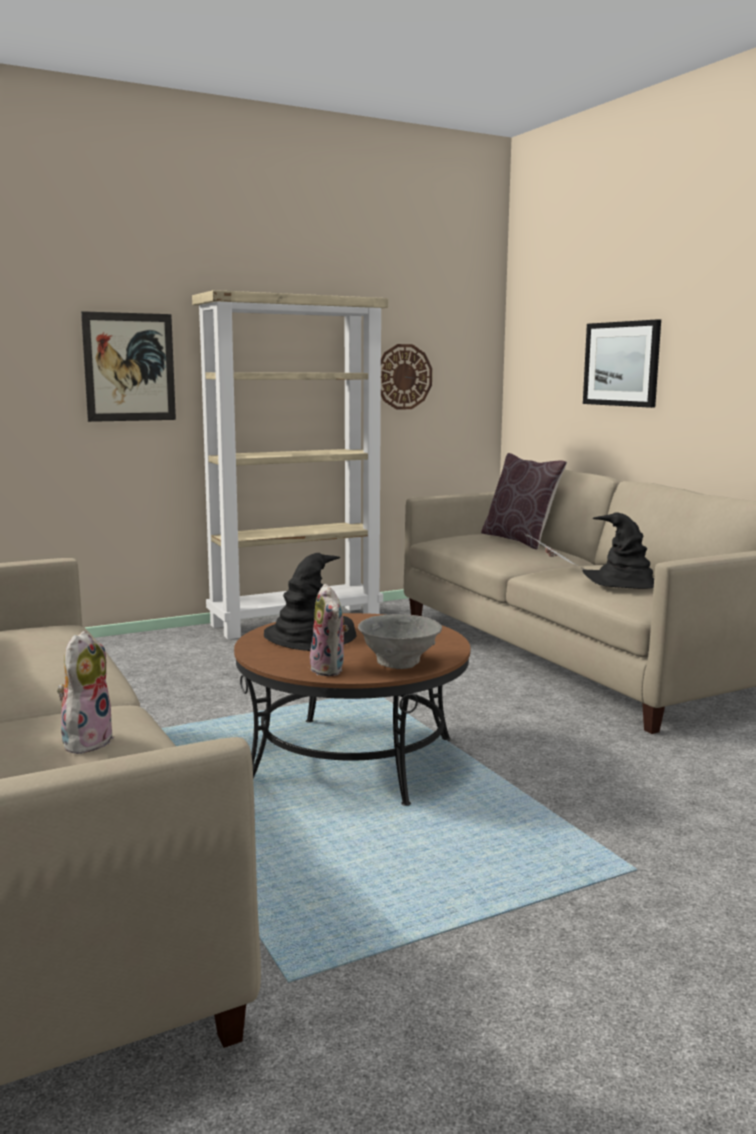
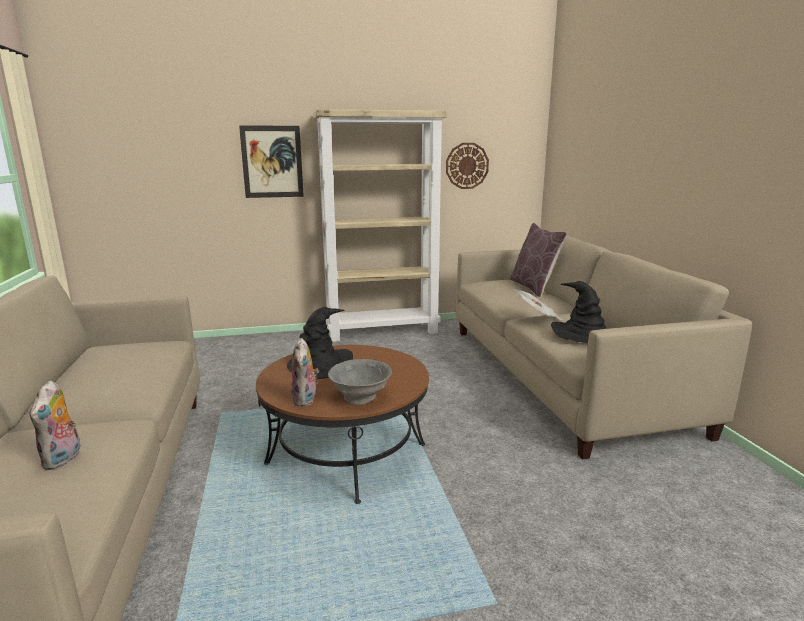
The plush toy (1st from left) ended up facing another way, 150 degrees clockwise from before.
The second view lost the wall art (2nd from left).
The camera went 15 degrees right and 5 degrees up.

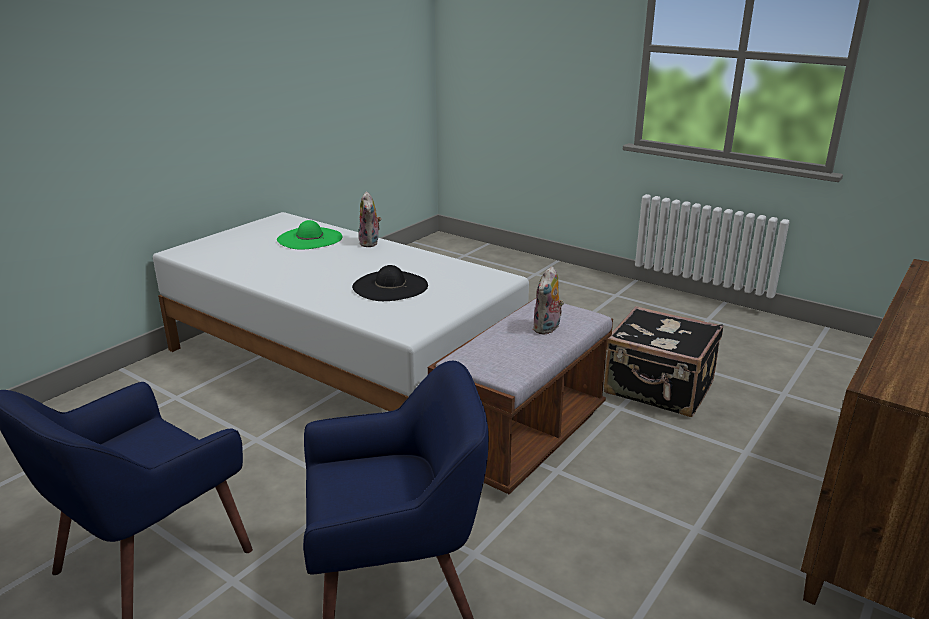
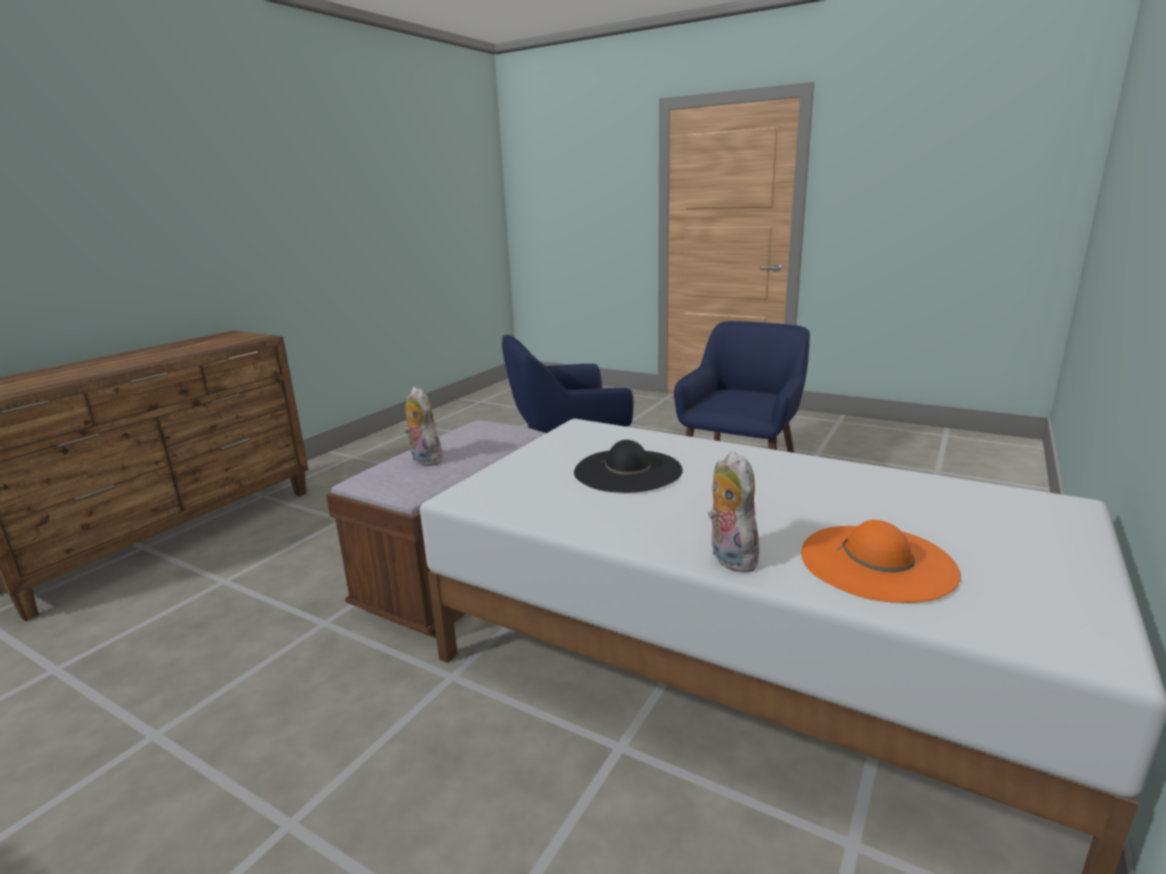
The plush toy (2nd from left in the first image) ended up facing another way, 60 degrees counterclockwise from before.
What was the hat/greenish turned into the hat/orangey.
The second view lost the piece of luggage/black-coloured.
The camera went 175 degrees right and 5 degrees down.

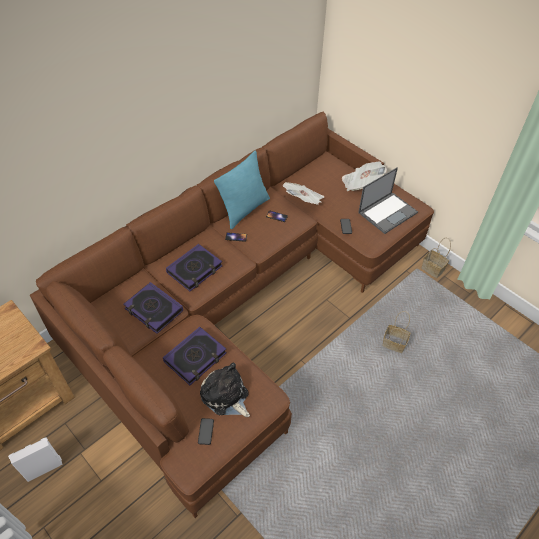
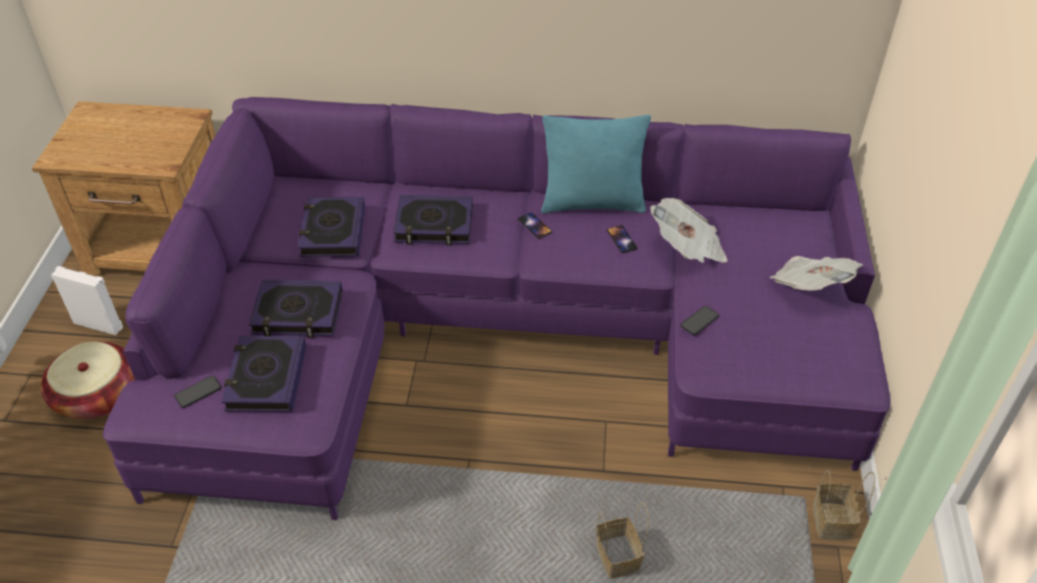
The second view gained the household basket (1st from left).
What was the sofa/brown-coloured turned into the sofa/purple.
Where the plush toy stood, the volume (1st from left) came to stand.
The second view lost the portable computer.
The camera went 50 degrees right and 5 degrees down.

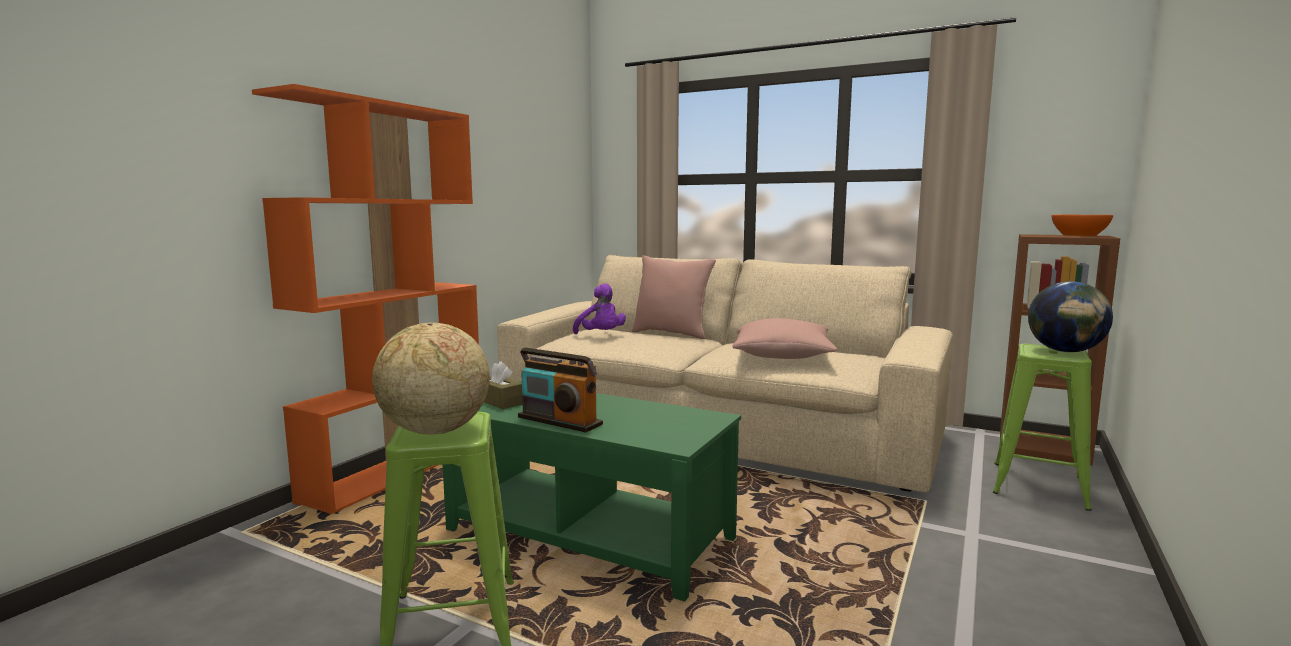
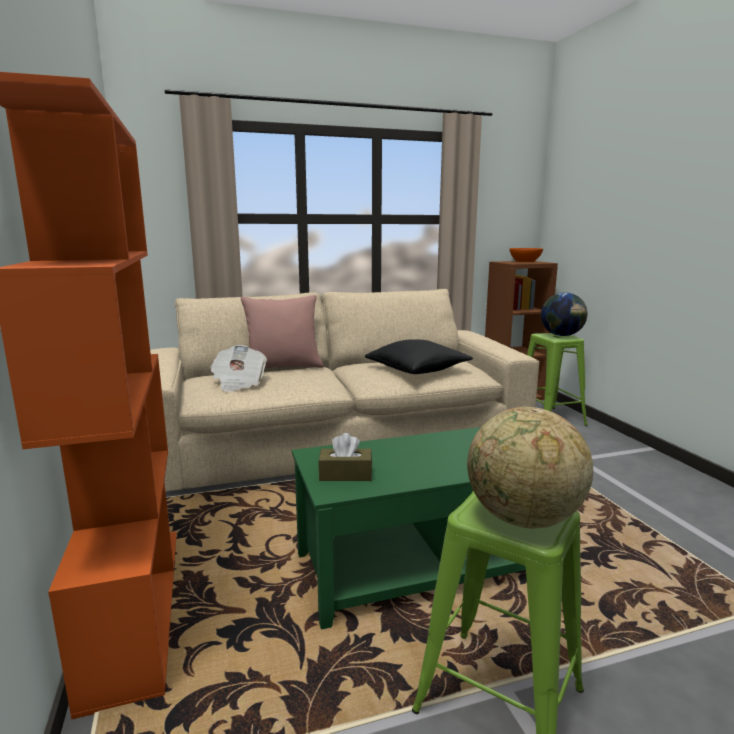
Where the plush toy/purple stood, the printed paper came to stand.
What was the pillow/pink-coloured (2nd from left) turned into the pillow/black-coloured.
The second view lost the radio receiver.
The camera went 45 degrees left and 5 degrees up.

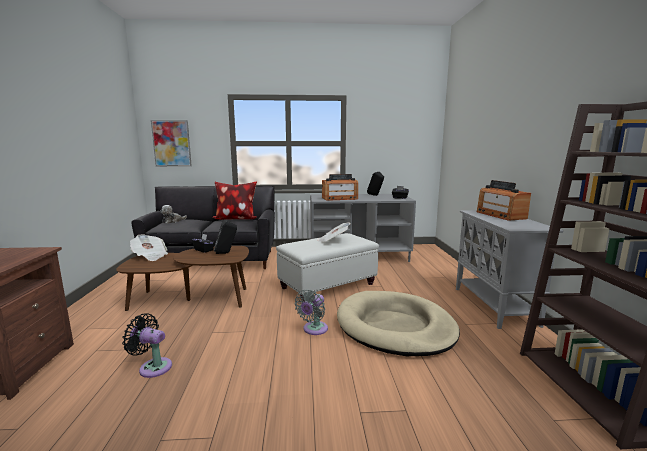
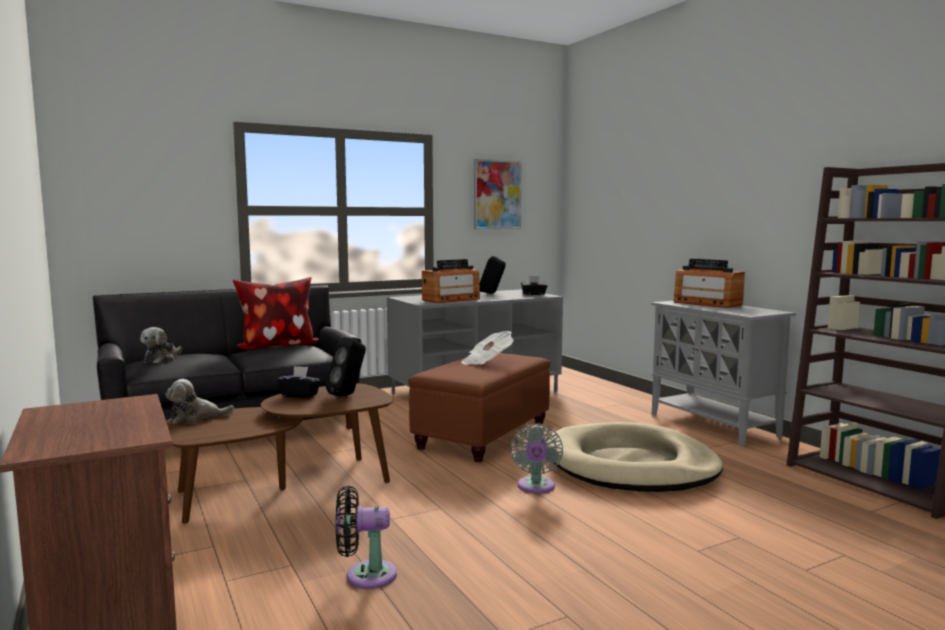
Where the printed paper (1st from left) stood, the plush toy (2nd from left) came to stand.
What was the ottoman/whitish turned into the ottoman/brown-coloured.
The wall art ended up elsewhere.
The camera went 25 degrees left and 5 degrees down.

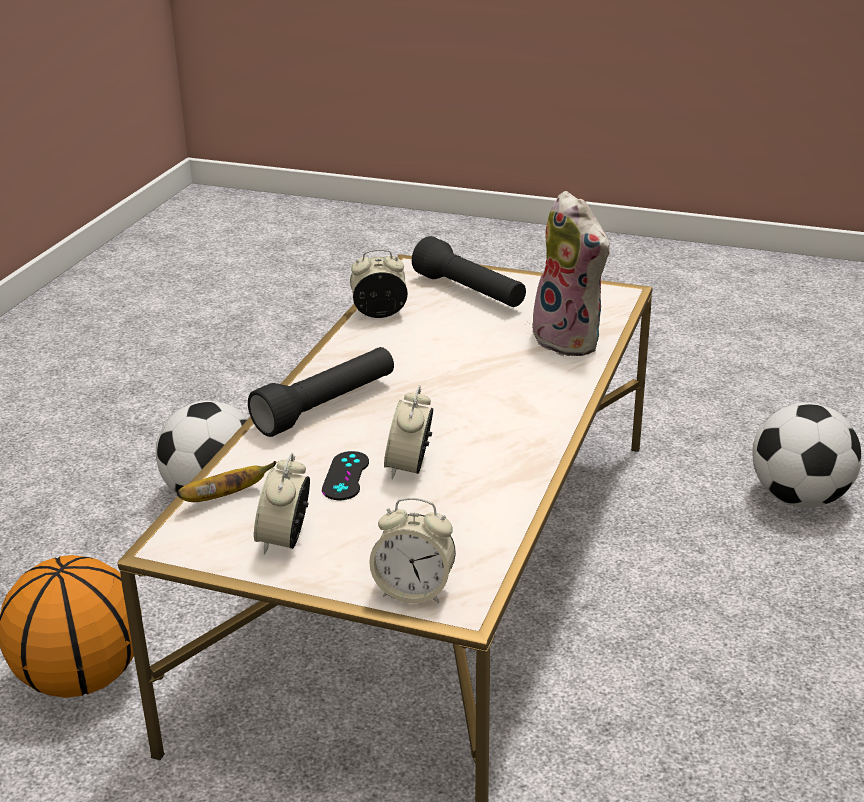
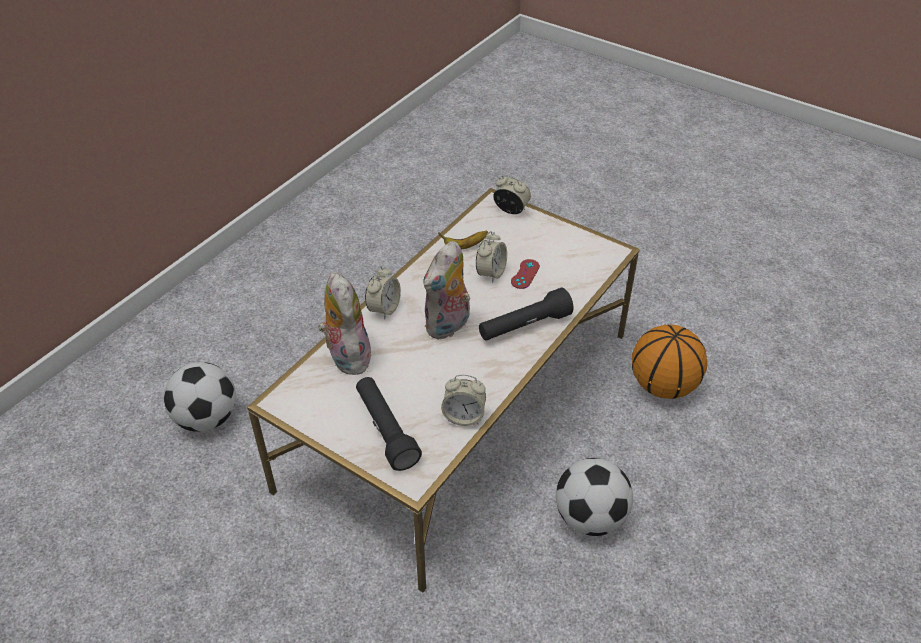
The alarm clock (1st from left) ended up elsewhere.
The second view gained the plush toy (2nd from left).
The whole banana ended up elsewhere.
What was the gamepad/black-coloured turned into the gamepad/reddish.
The camera went 165 degrees left and 15 degrees up.

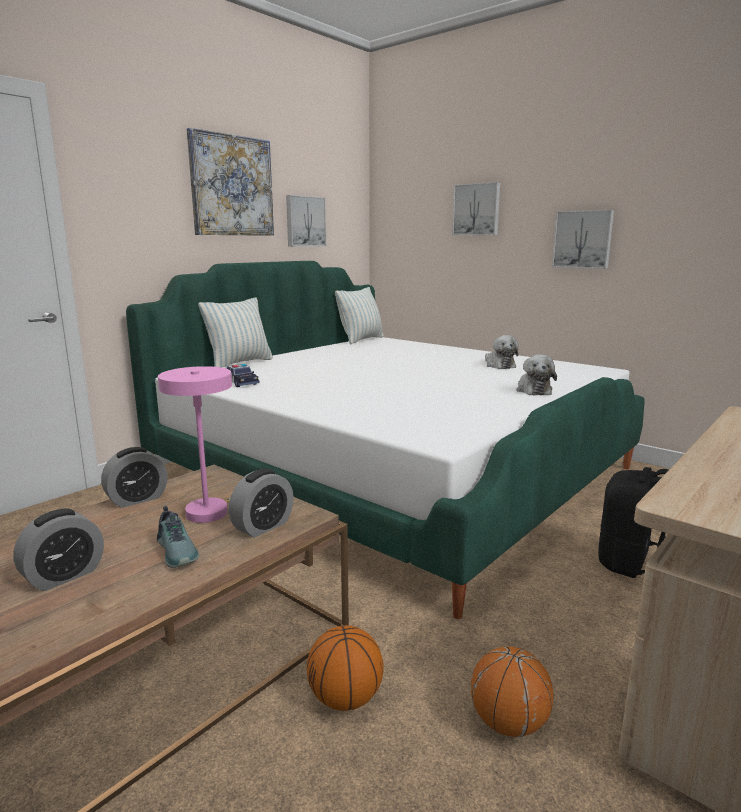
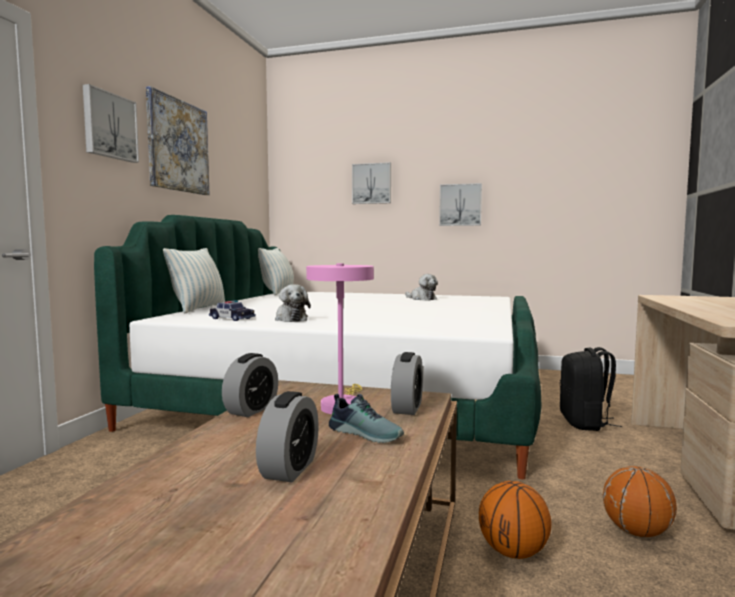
The wall art (2nd from left in the first image) ended up elsewhere.
The plush toy (2nd from left in the first image) ended up elsewhere.
The camera went 25 degrees left and 10 degrees down.

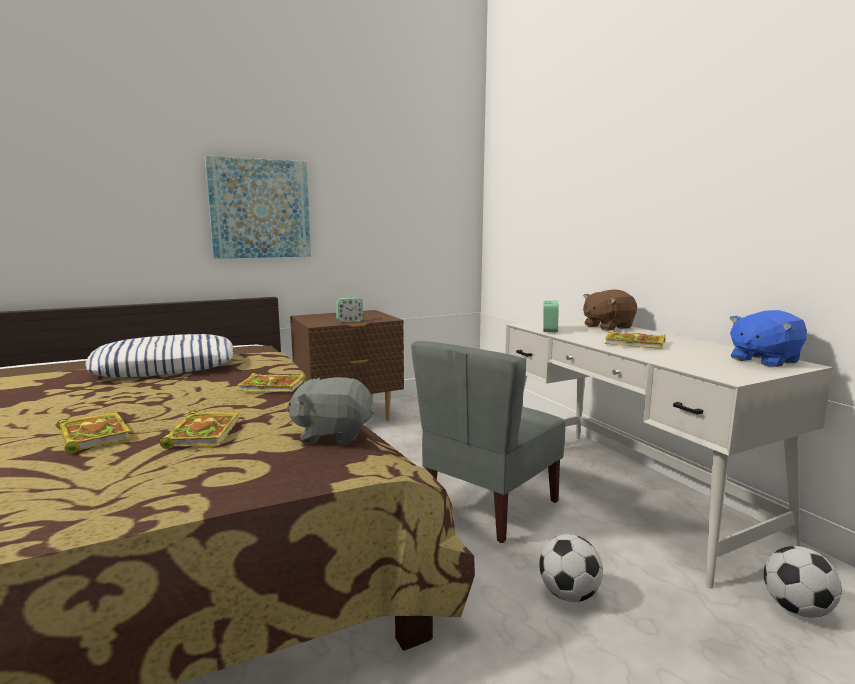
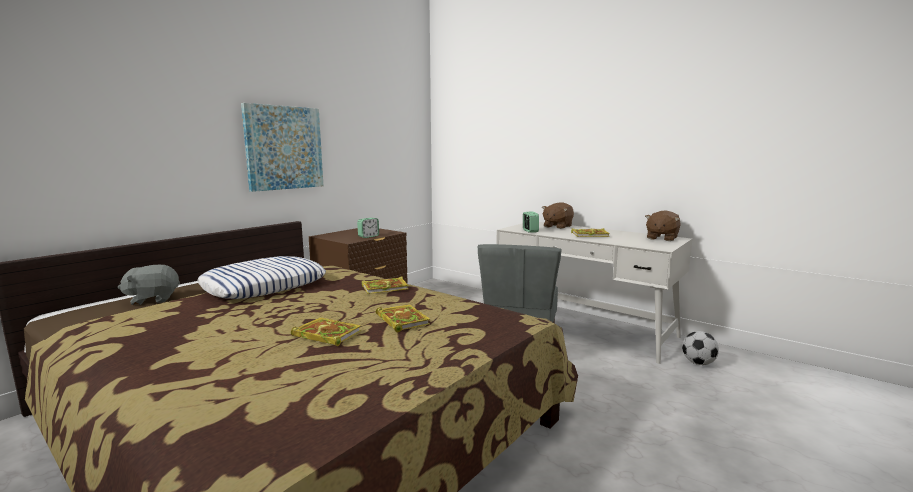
The plush toy/gray ended up elsewhere.
What was the plush toy/blue-coloured turned into the plush toy/brown-coloured (2nd from left).
The second view lost the football ball (1st from left).
The camera went 25 degrees left and 0 degrees up.

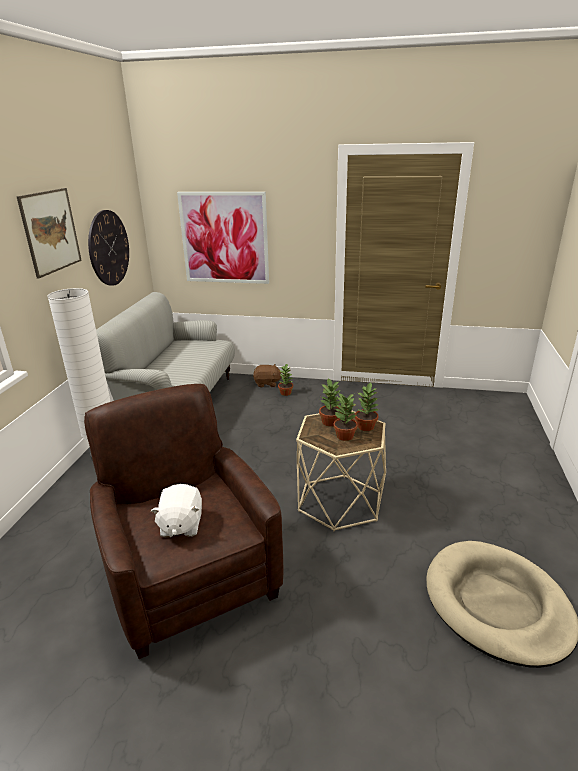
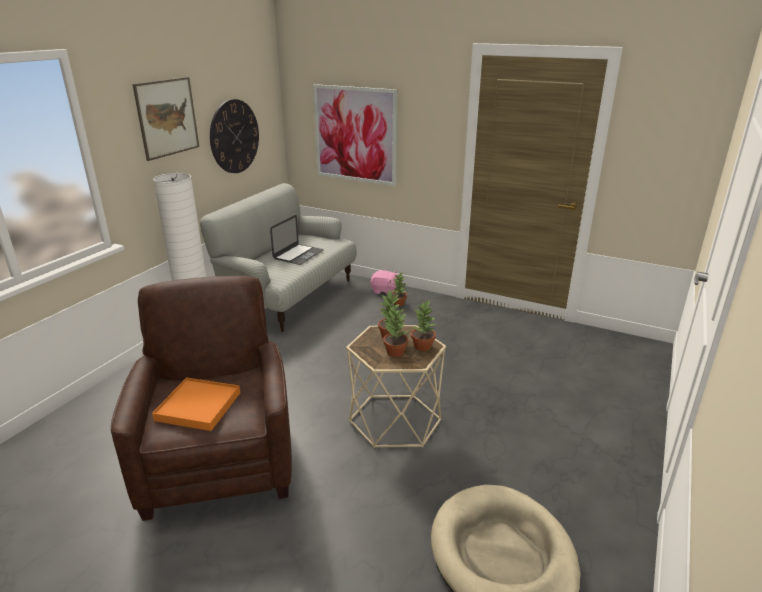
Where the plush toy/whitish stood, the carrying tray/orangey came to stand.
The second view gained the portable computer.
What was the plush toy/brown-coloured turned into the plush toy/pink-coloured.
The camera went 15 degrees right and 0 degrees up.

